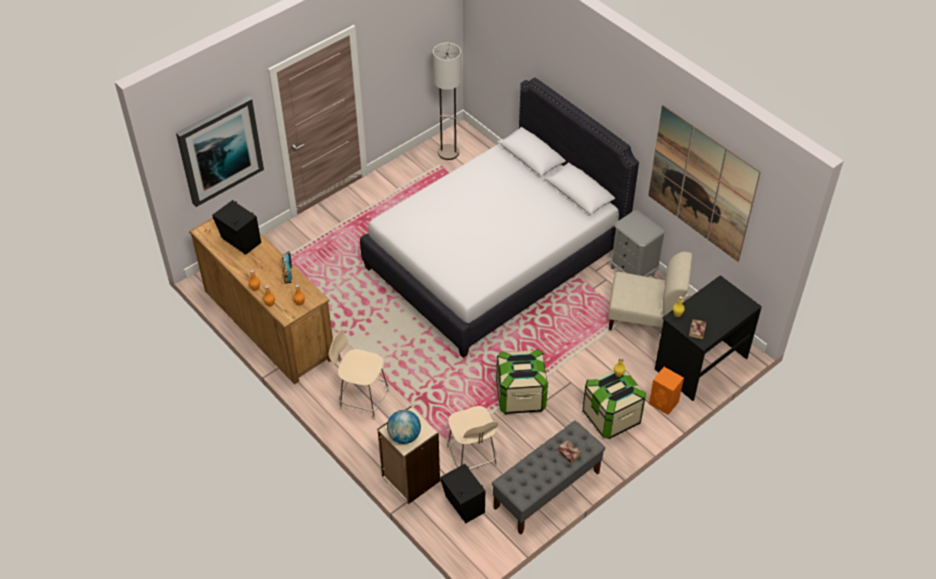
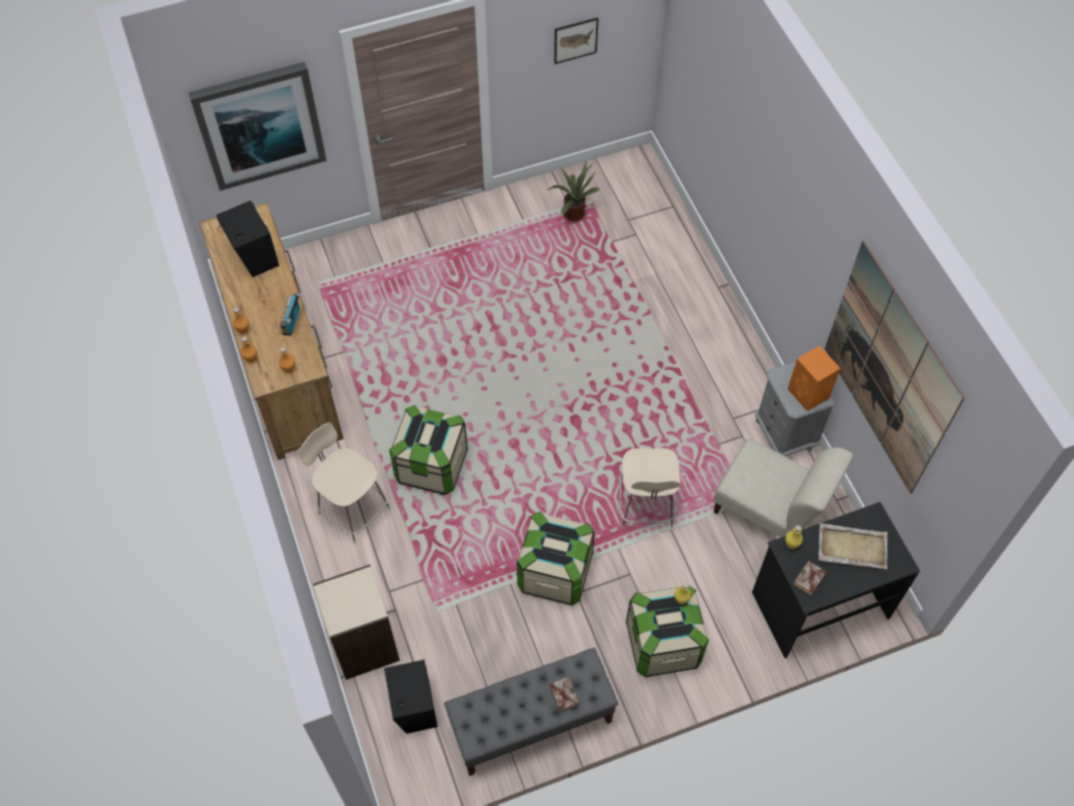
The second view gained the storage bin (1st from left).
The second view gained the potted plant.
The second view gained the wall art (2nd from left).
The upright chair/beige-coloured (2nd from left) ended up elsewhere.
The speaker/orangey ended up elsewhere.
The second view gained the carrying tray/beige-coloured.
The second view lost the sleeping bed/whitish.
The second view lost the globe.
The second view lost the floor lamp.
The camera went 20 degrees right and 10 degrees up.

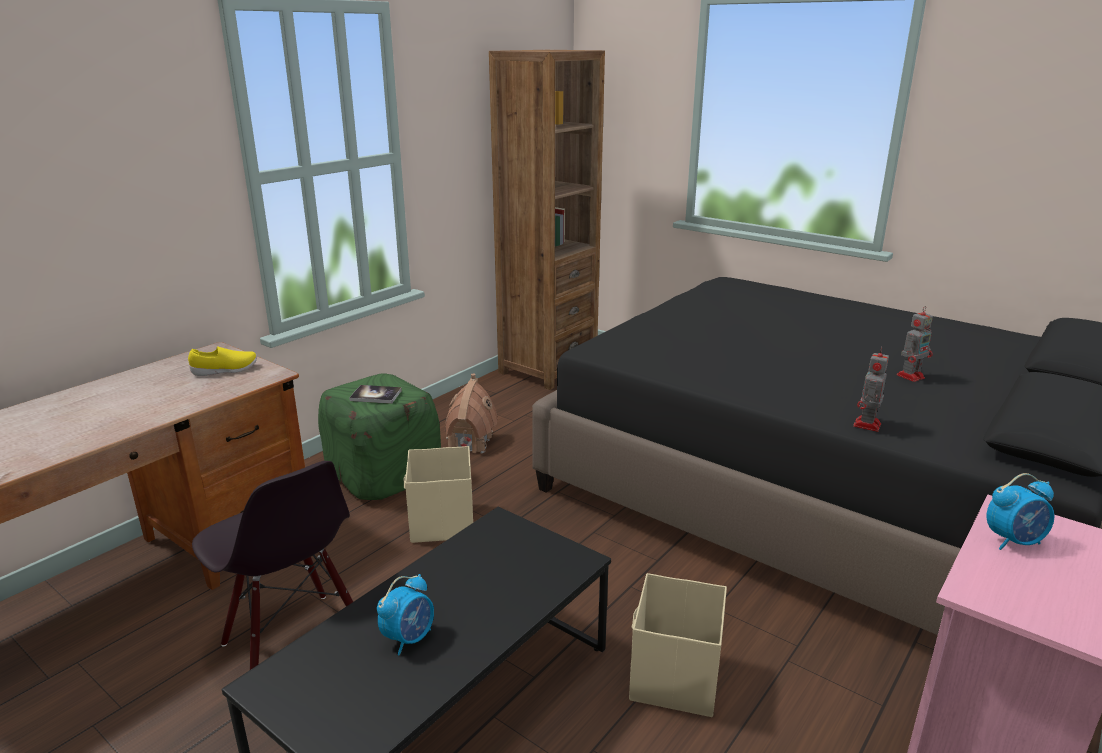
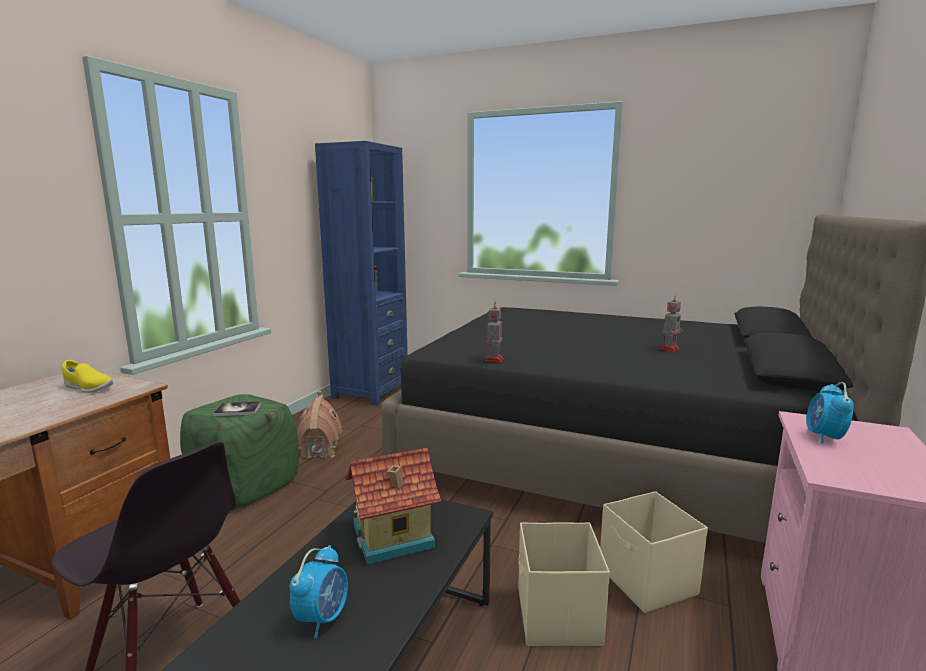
The item of footwear/yellow-coloured ended up facing another way, 60 degrees clockwise from before.
What was the bookshelf/brown-coloured turned into the bookshelf/blue-coloured.
The second view gained the miniature house (2nd from left).
The robot figure (1st from left) ended up elsewhere.
The storage bin/beige-coloured (1st from left in the first image) ended up elsewhere.
The alarm clock (2nd from left) ended up facing another way, 135 degrees clockwise from before.
The camera went 15 degrees left and 10 degrees down.

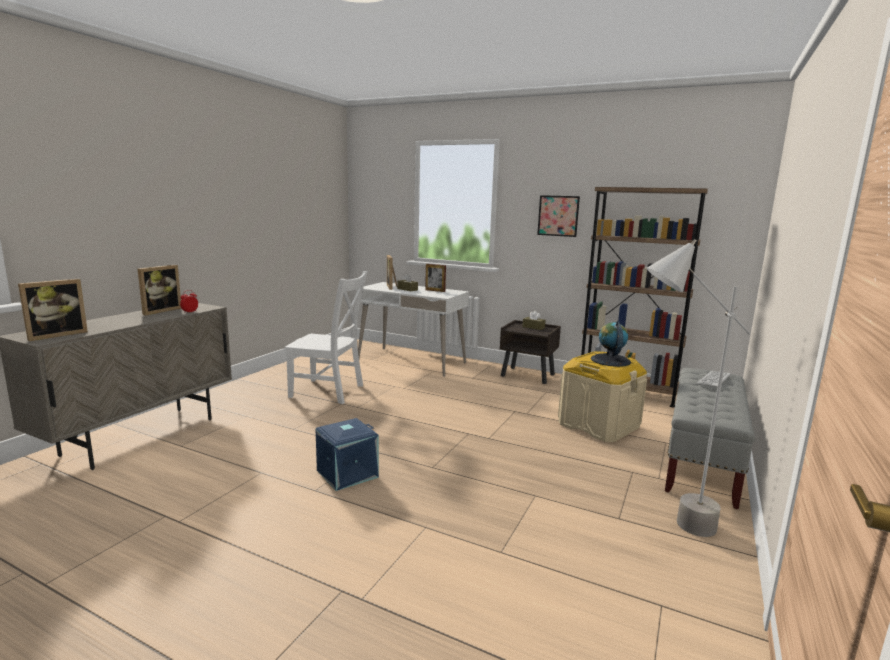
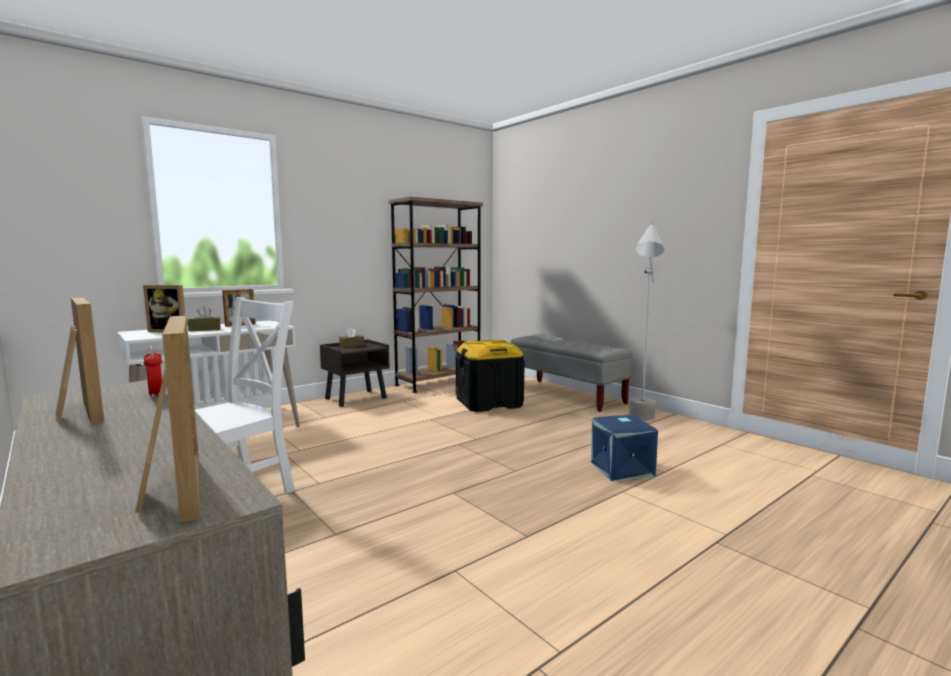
What was the storage bin/beige-coloured turned into the storage bin/black-coloured.
The storage bin/blue-coloured ended up elsewhere.
The second view lost the wall art.
The second view lost the globe.
The camera went 65 degrees left and 5 degrees down.

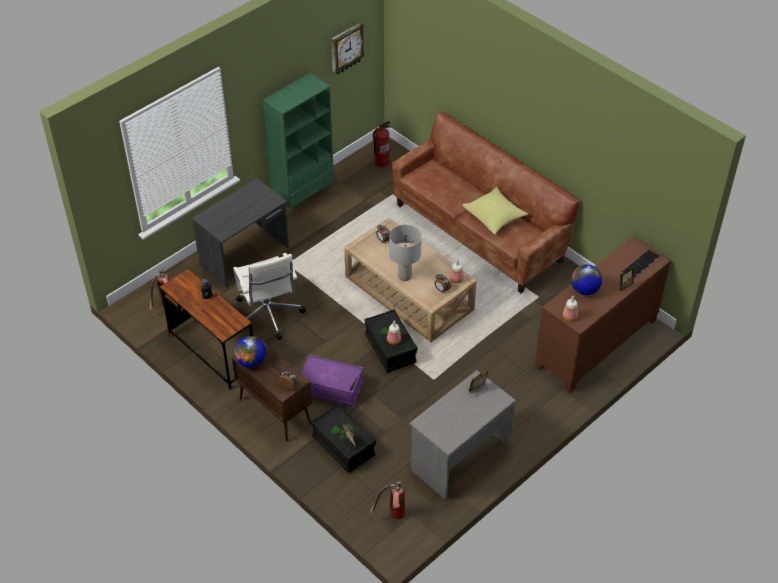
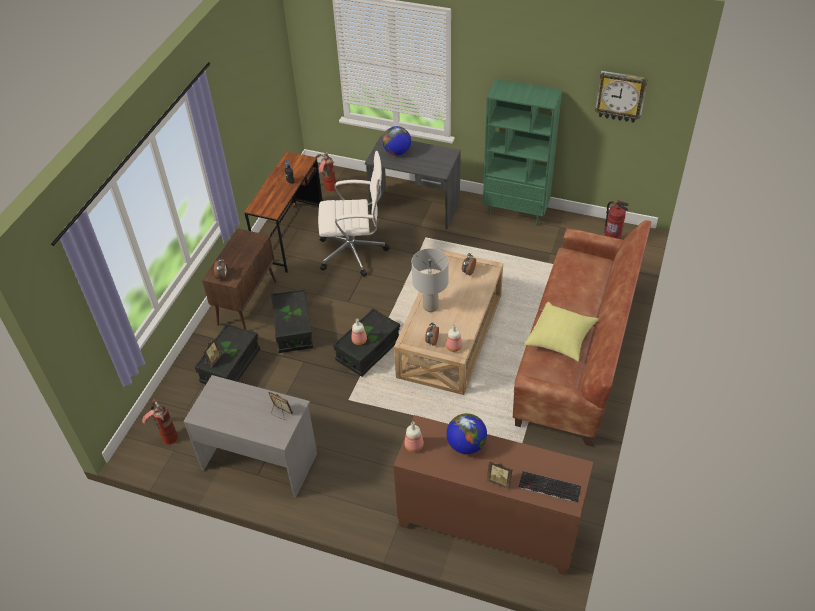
What was the storage bin/purple turned into the storage bin/black-coloured (2nd from left).
The computer chair/whitish ended up facing another way, 135 degrees counterclockwise from before.
The globe (1st from left) ended up elsewhere.
The camera went 65 degrees right and 0 degrees up.

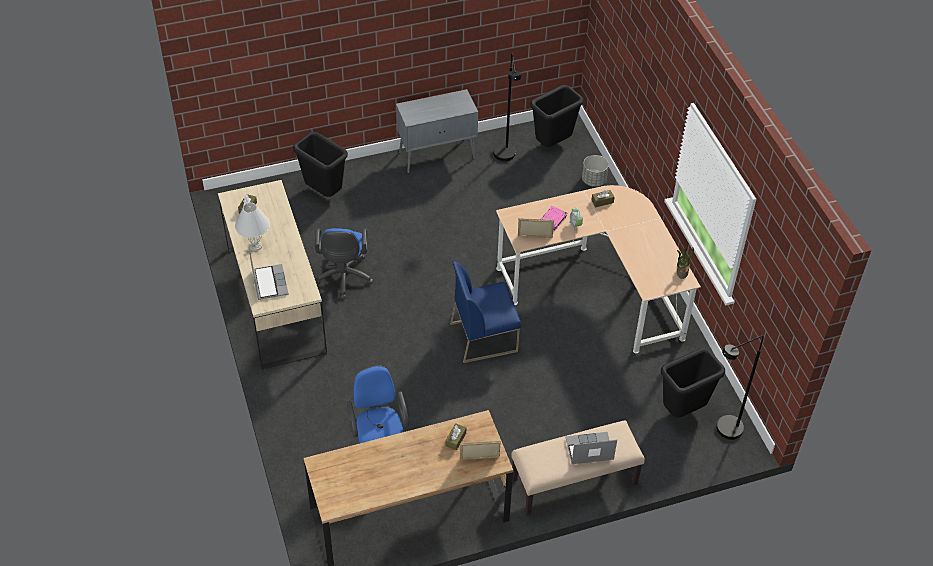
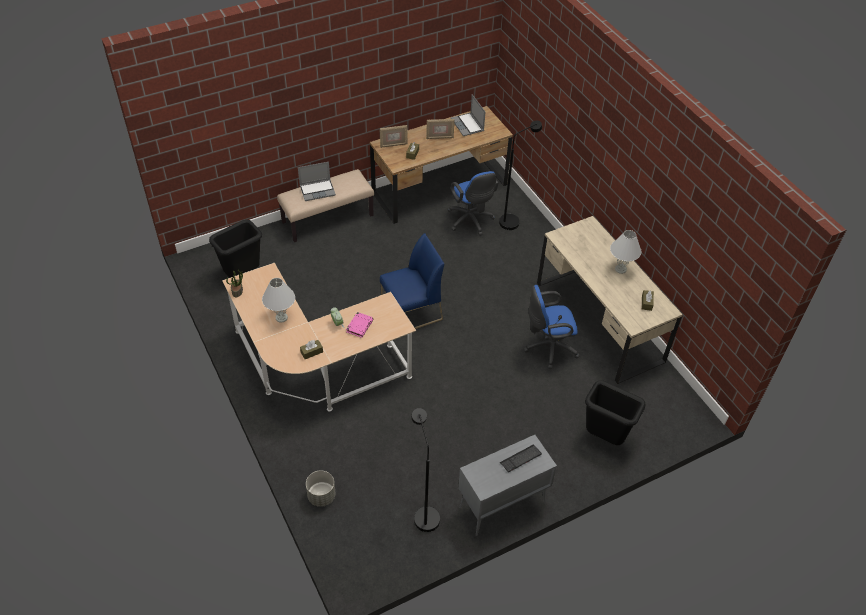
The second view gained the table lamp/whitish (1st from left).
The photo frame (2nd from left) ended up elsewhere.
The portable computer (1st from left in the first image) ended up elsewhere.
The floor lamp/black-coloured (2nd from left) ended up elsewhere.
The second view gained the PC keyboard.
The computer chair/blue-coloured (1st from left in the first image) ended up facing another way, 90 degrees counterclockwise from before.
The second view lost the waste bin/black-coloured (2nd from left).
The camera went 170 degrees right and 0 degrees up.

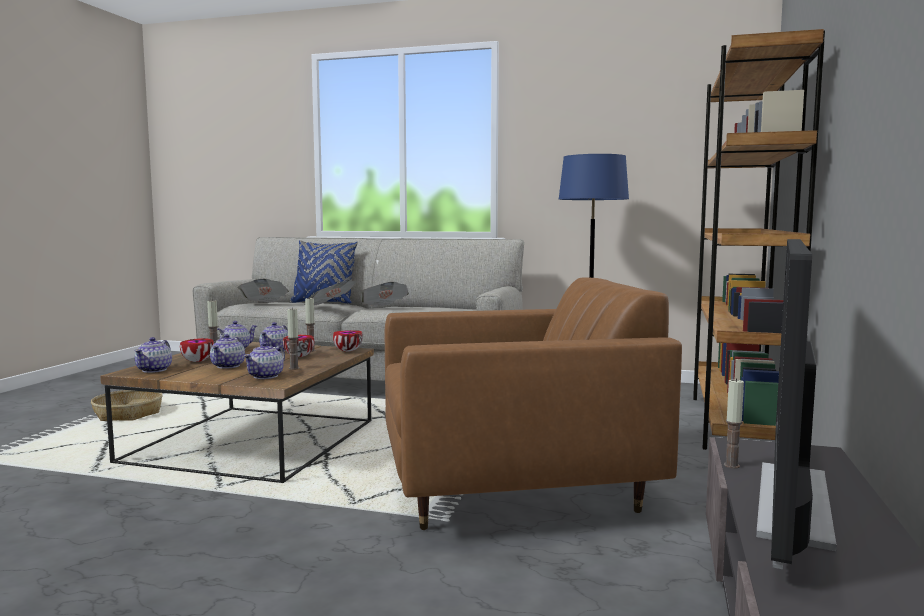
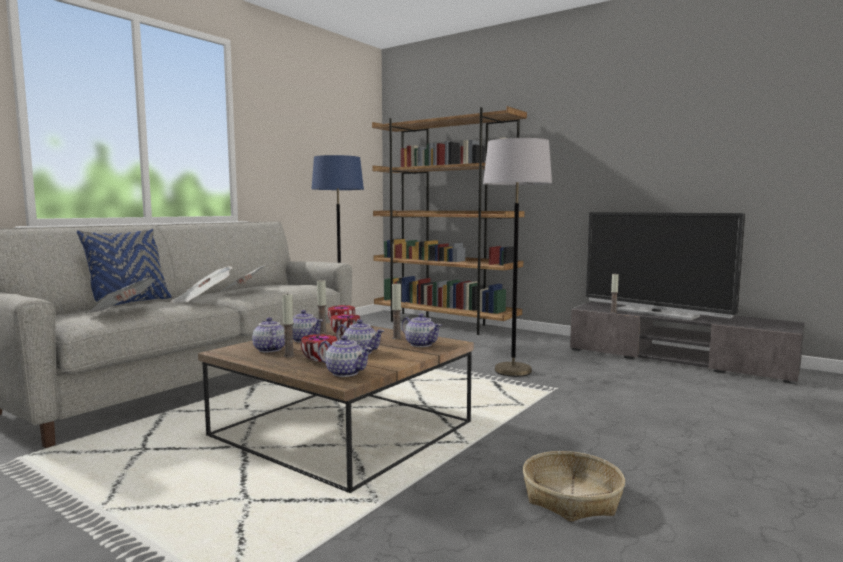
Where the armchair/brown-coloured stood, the floor lamp/gray came to stand.
The household basket ended up elsewhere.
The camera went 70 degrees left and 0 degrees up.

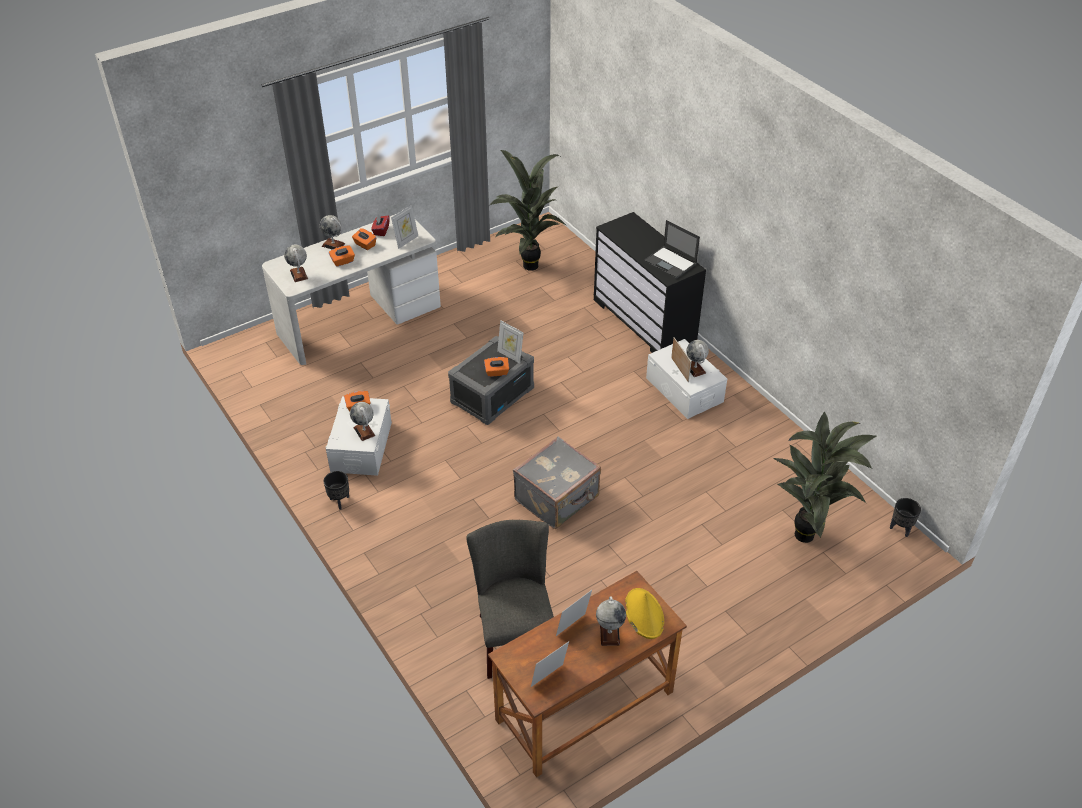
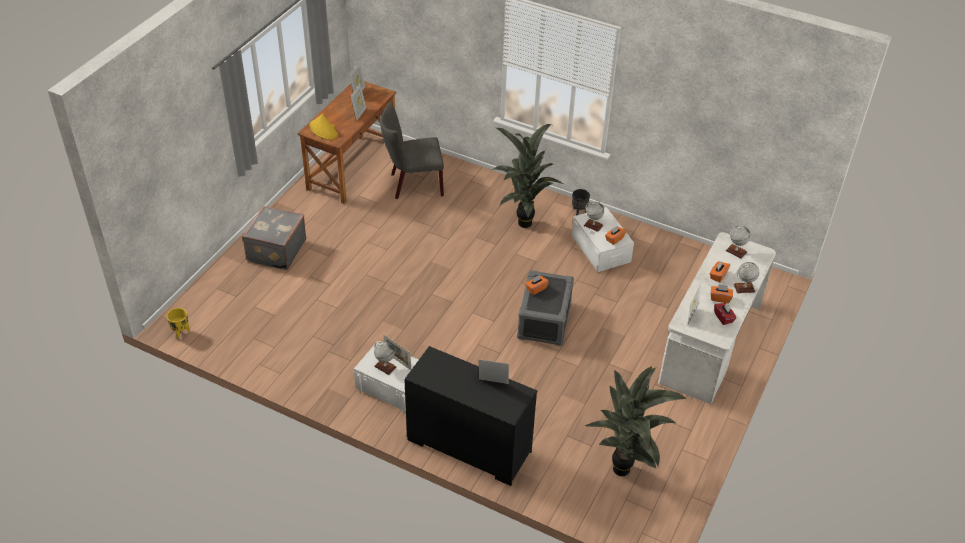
What was the planter/black-coloured (2nd from left) turned into the planter/yellow-coloured.
The piece of luggage/gray ended up elsewhere.
The upright chair/gray ended up facing another way, 120 degrees clockwise from before.
The photo frame (2nd from left in the first image) ended up elsewhere.
The potted plant (2nd from left in the first image) ended up elsewhere.
The second view lost the globe (4th from left).
The second view lost the portable computer.
The camera went 150 degrees right and 0 degrees up.

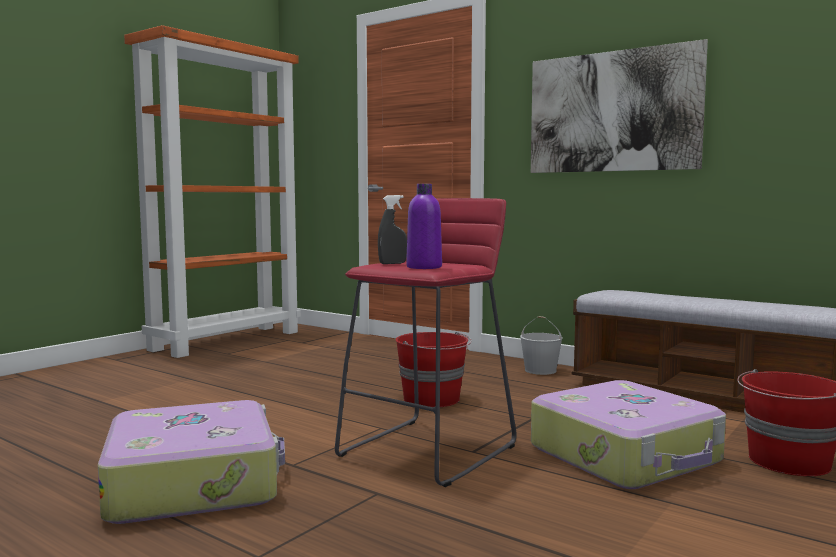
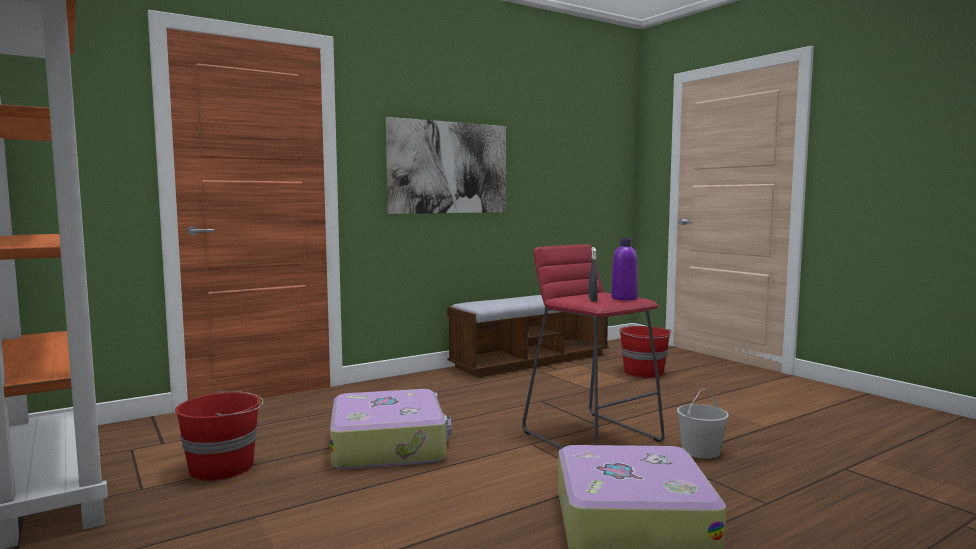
The bucket/reddish (1st from left) ended up elsewhere.
The piece of luggage (2nd from left in the first image) ended up elsewhere.
The bucket/whitish ended up elsewhere.
The camera went 70 degrees left and 0 degrees up.

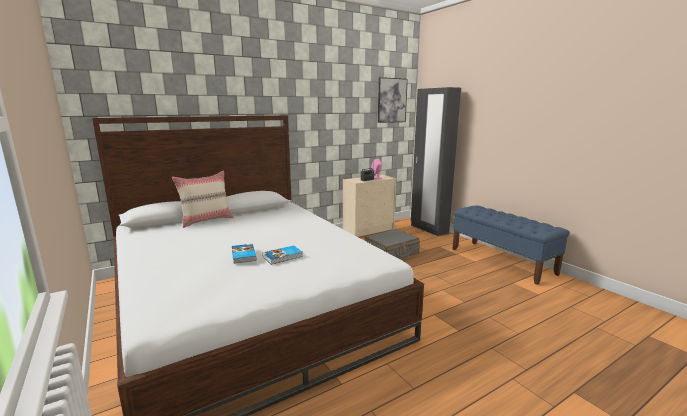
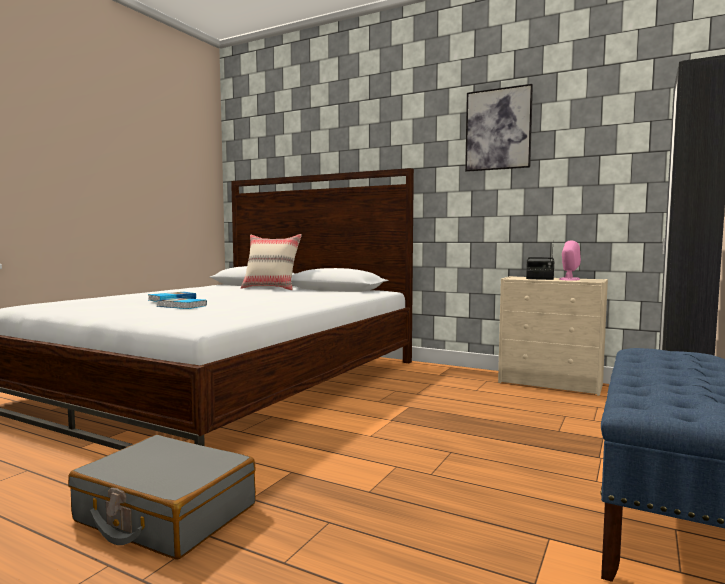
The piece of luggage/gray ended up elsewhere.
The wall art ended up elsewhere.
The camera went 60 degrees right and 10 degrees down.

